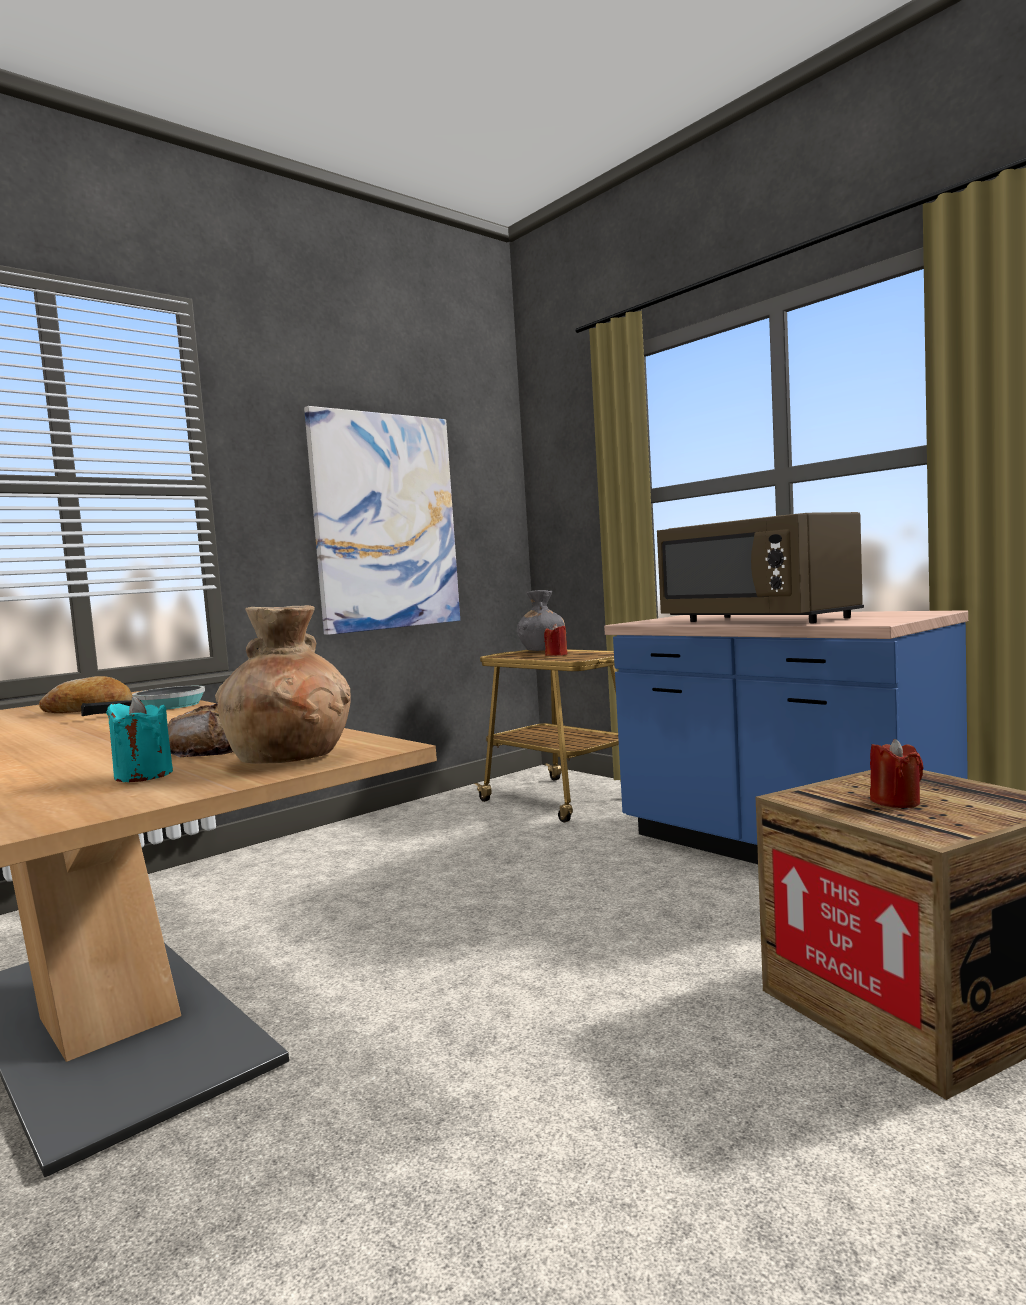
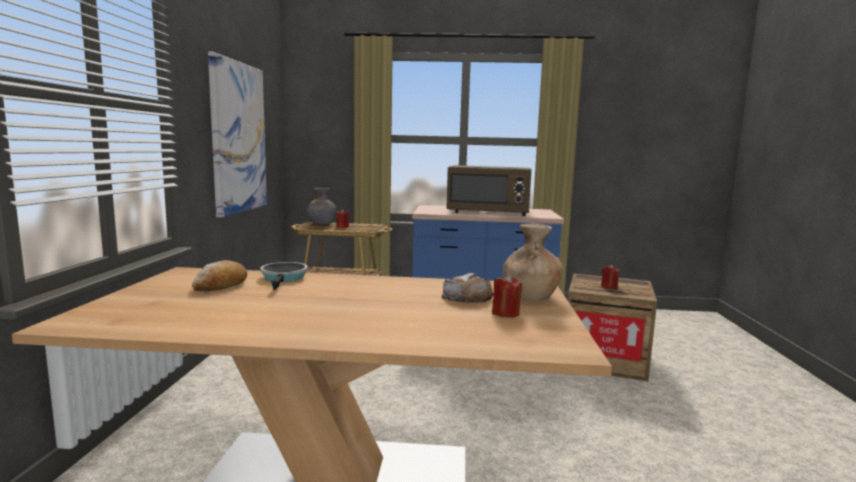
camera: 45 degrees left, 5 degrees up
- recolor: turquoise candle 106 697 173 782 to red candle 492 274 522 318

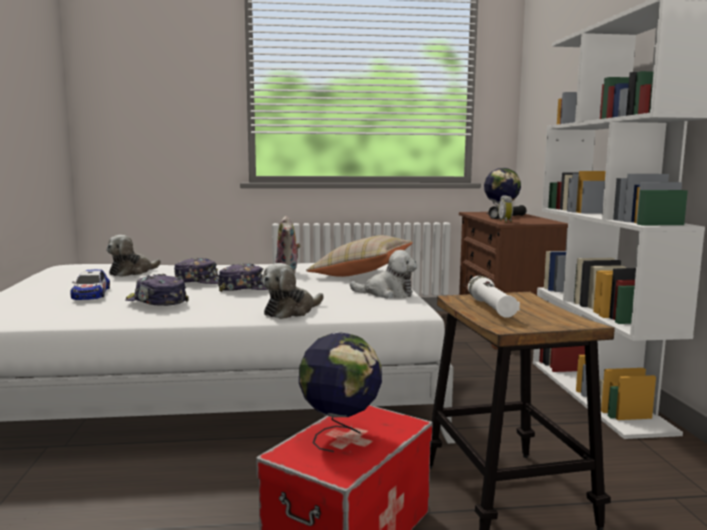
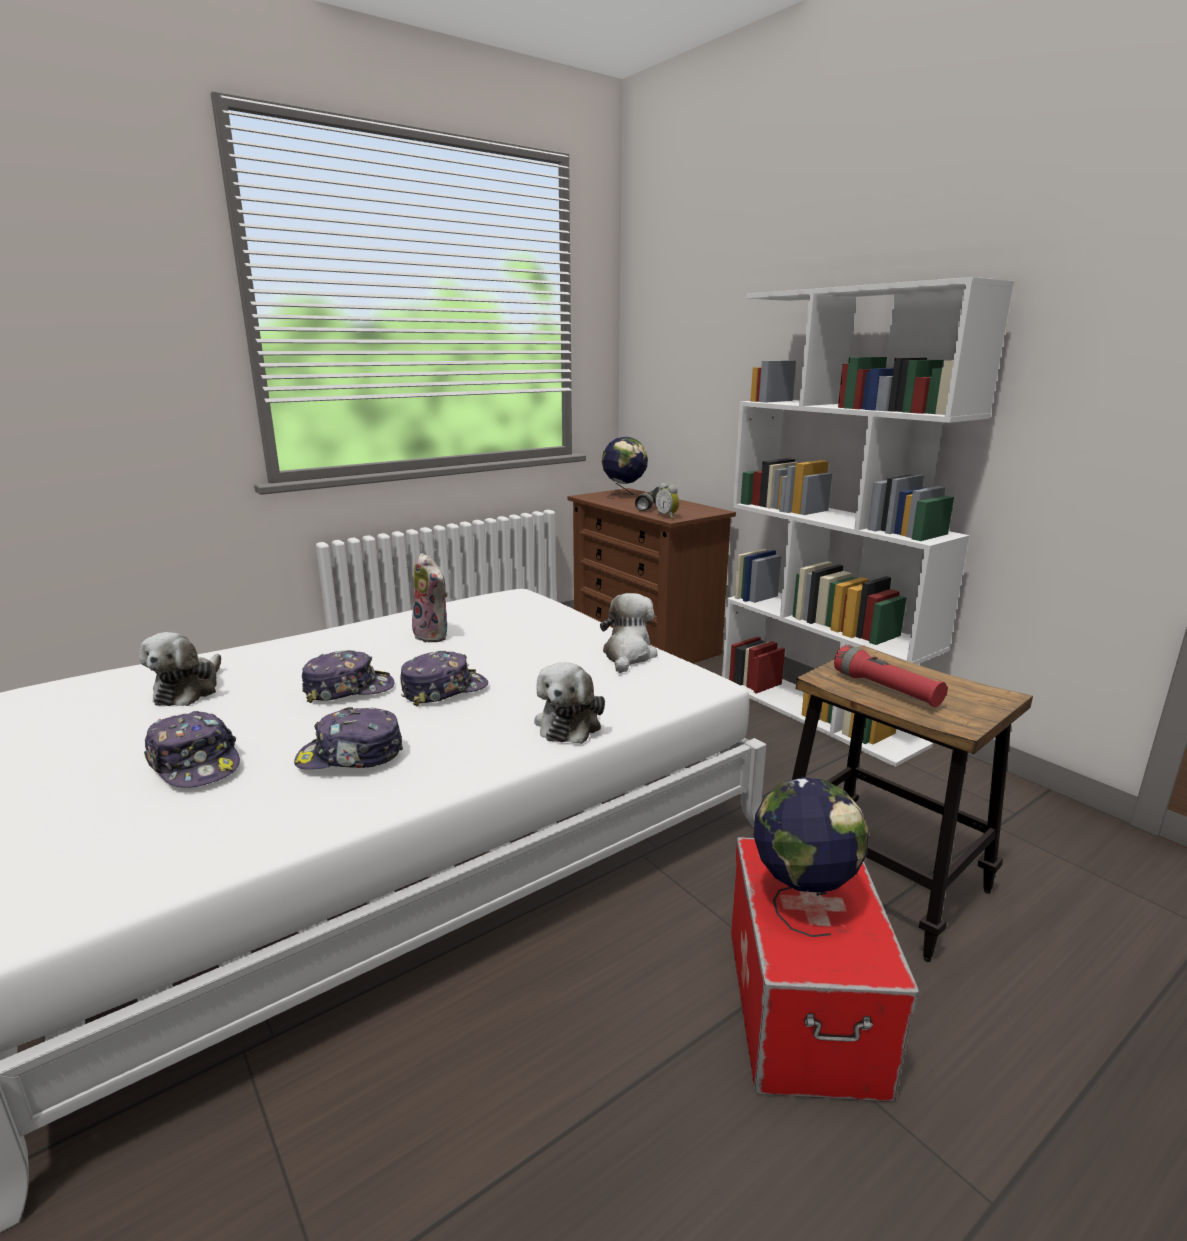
camera: 30 degrees left, 10 degrees up
- replace: toy car 70 269 110 300 to cap 144 711 240 788
- delete: beige pillow 306 235 413 277
- rotate: plush toy 350 250 417 299 = 600 593 657 673 60 degrees counterclockwise
- recolor: white flashlight 468 276 520 318 to red flashlight 834 645 948 707

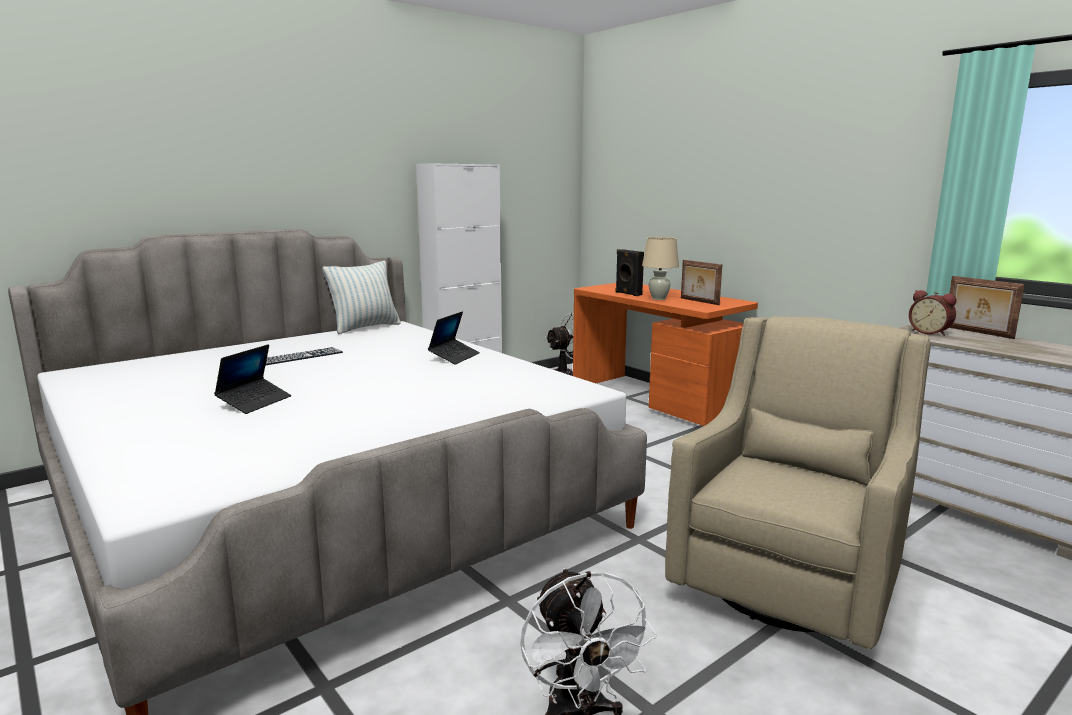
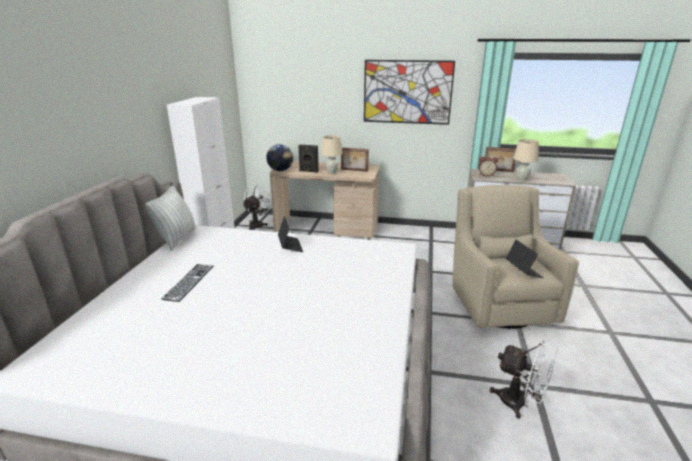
camera: 40 degrees left, 10 degrees up
- move: laptop 214 344 291 414 to 506 240 543 278
- recolor: orange desk 573 283 758 426 to beige desk 269 161 380 238
- insert: globe 266 144 293 171
- insert: picture 364 60 455 125
- insert: beige table lamp 513 139 539 181

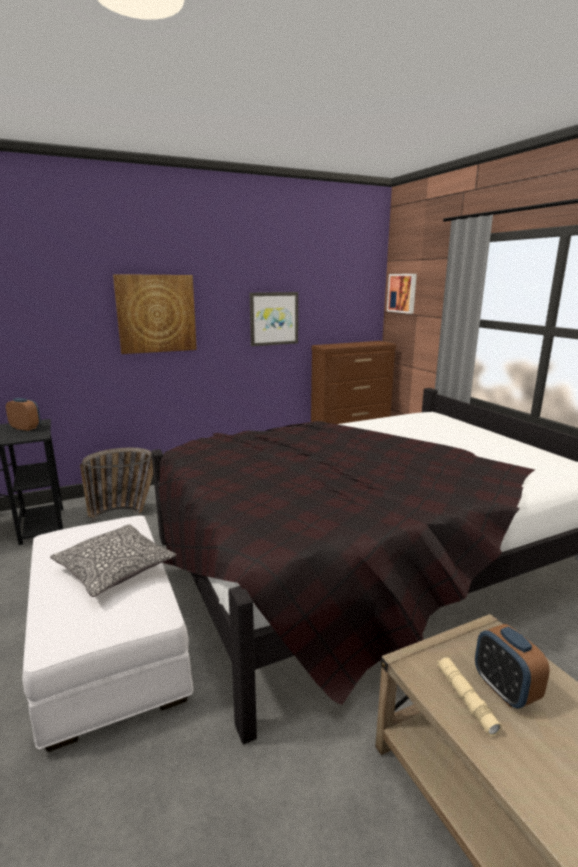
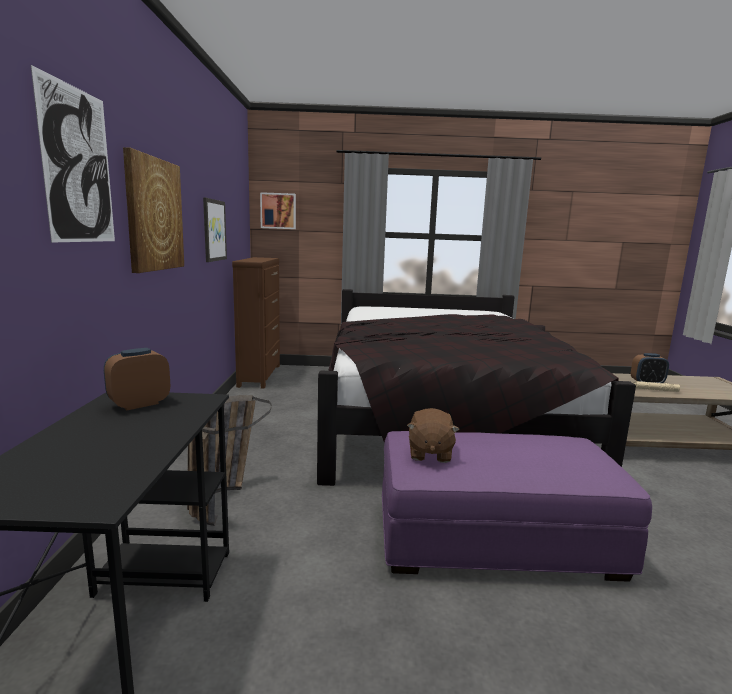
camera: 65 degrees left, 5 degrees down
- recolor: white ottoman 22 515 193 752 to purple ottoman 382 431 652 582
- delete: pillow 50 524 176 597
- insert: picture 31 65 115 243
- insert: brown plush toy 407 408 460 463

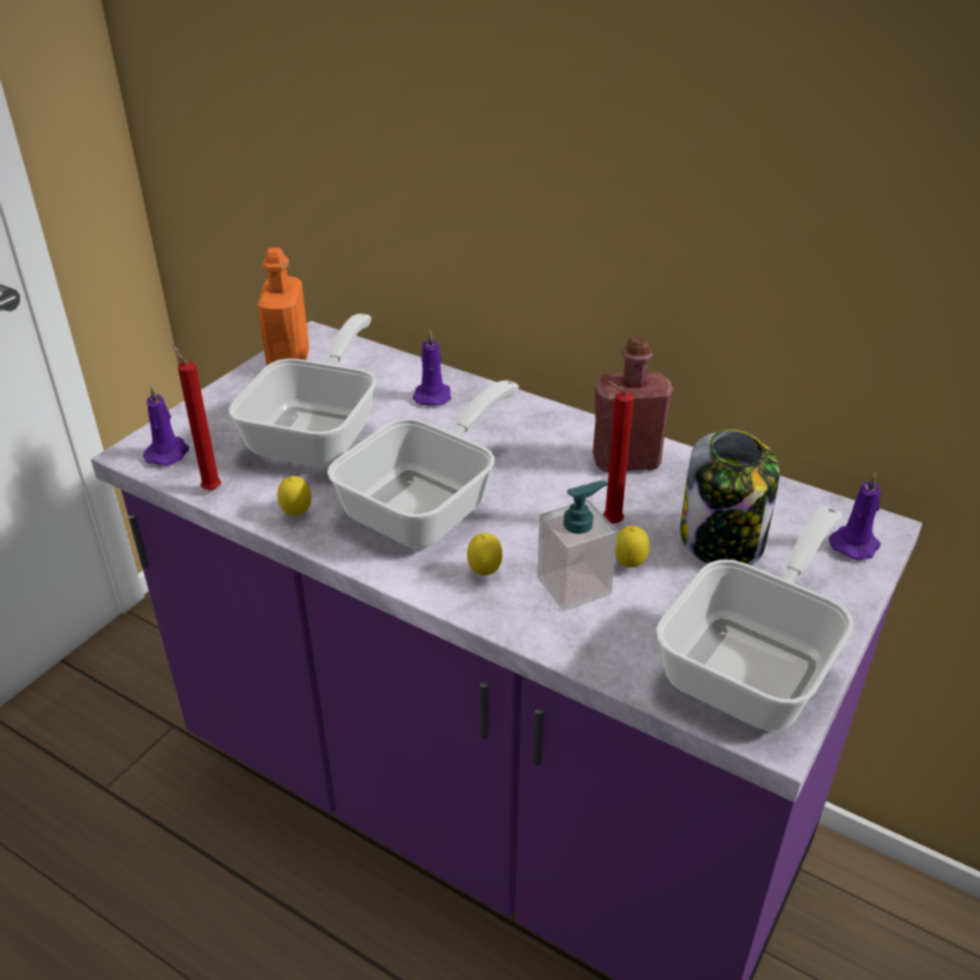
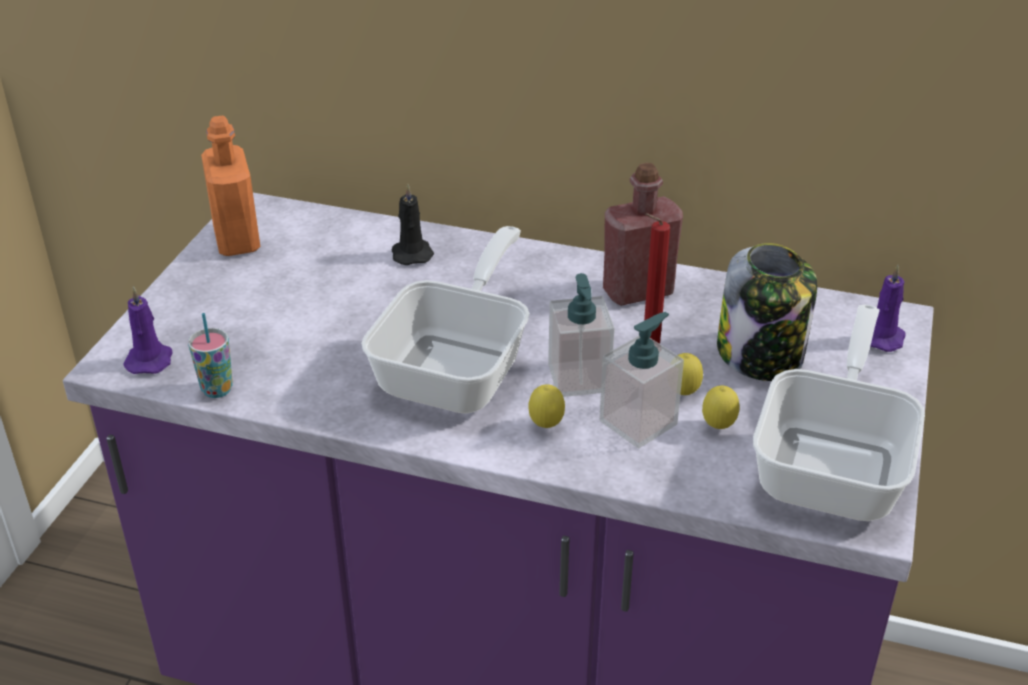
camera: 15 degrees left, 0 degrees up
- replace: red candle 172 344 221 491 to cup 188 313 233 398
- delete: frying pan 229 314 377 467
- move: lemon 277 476 311 516 to 702 385 740 429
- recolor: purple candle 413 330 451 405 to black candle 392 184 434 265
- insert: soap dispenser 548 273 615 397

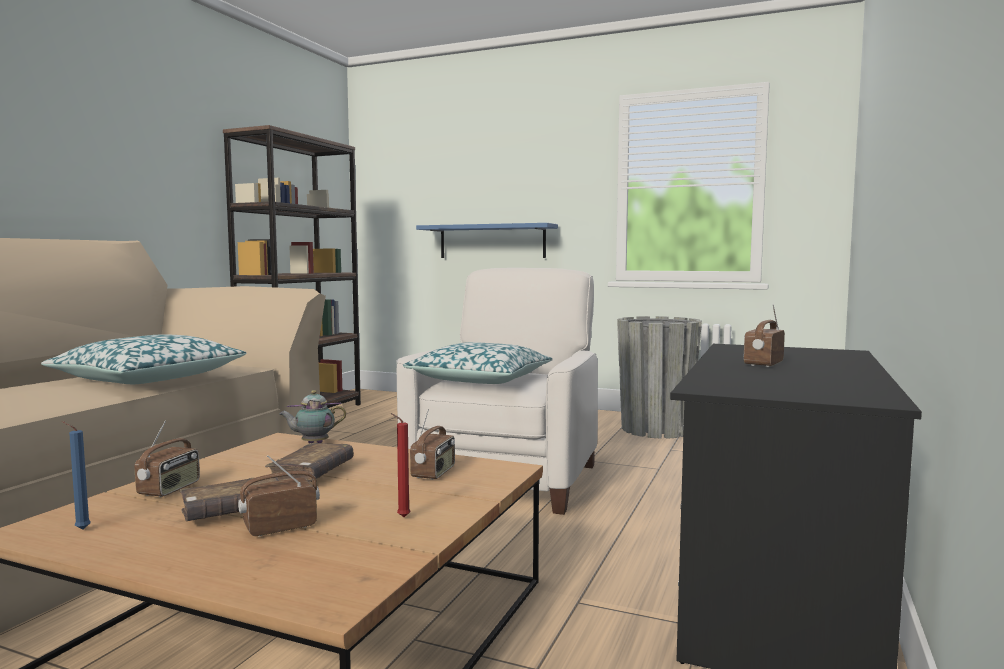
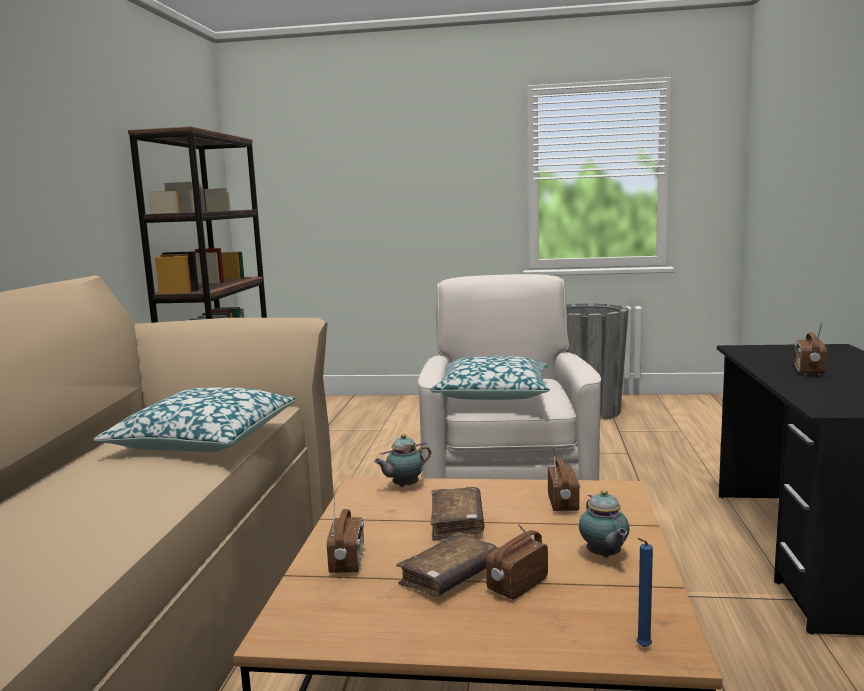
camera: 15 degrees left, 5 degrees up
- move: blue candle 62 421 91 529 to 636 538 653 647
- replace: red candle 391 413 410 517 to teapot 579 490 629 558
- delete: blue shelf 416 223 558 258

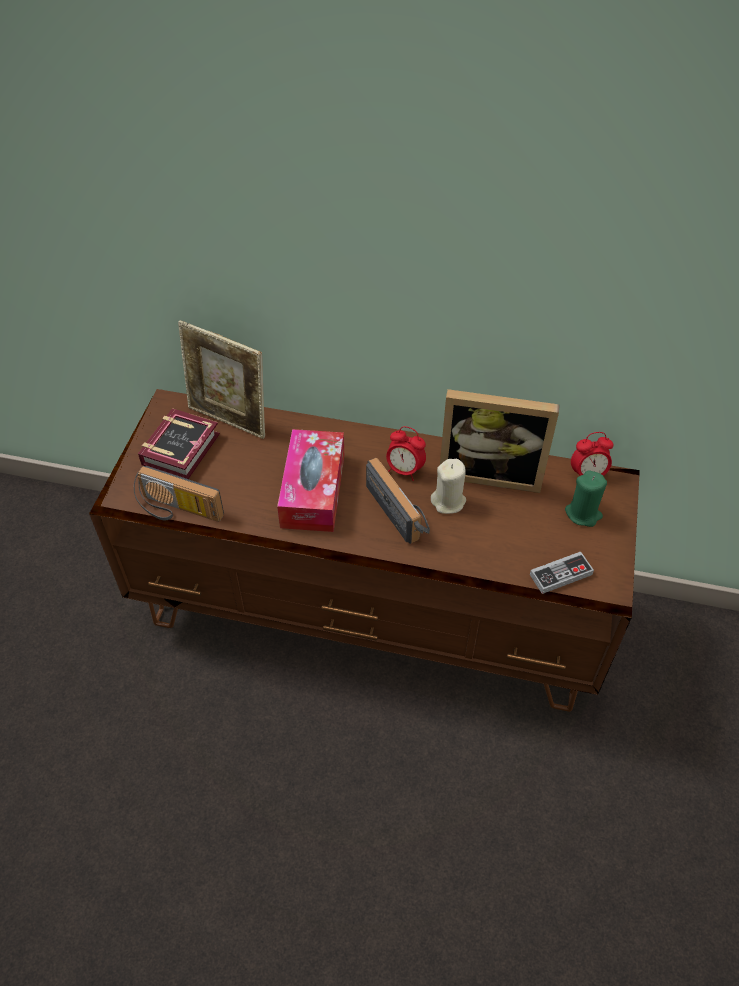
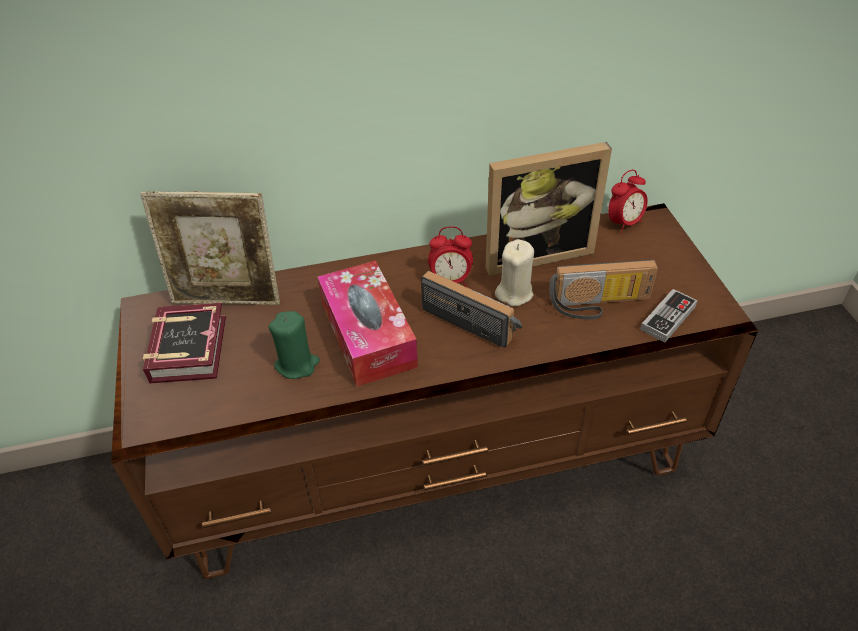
camera: 25 degrees left, 5 degrees down
- move: radio 134 466 224 522 to 549 260 658 320
- move: green candle 565 470 607 527 to 268 311 320 379

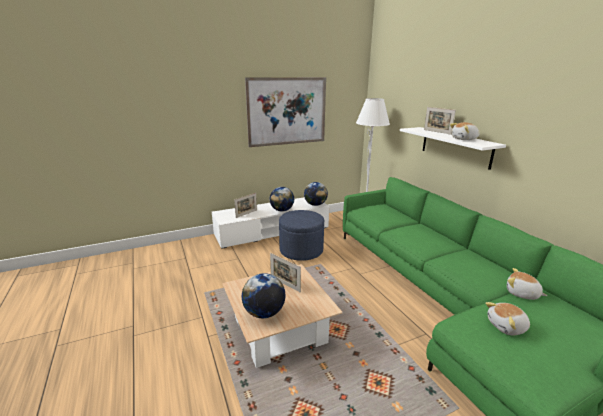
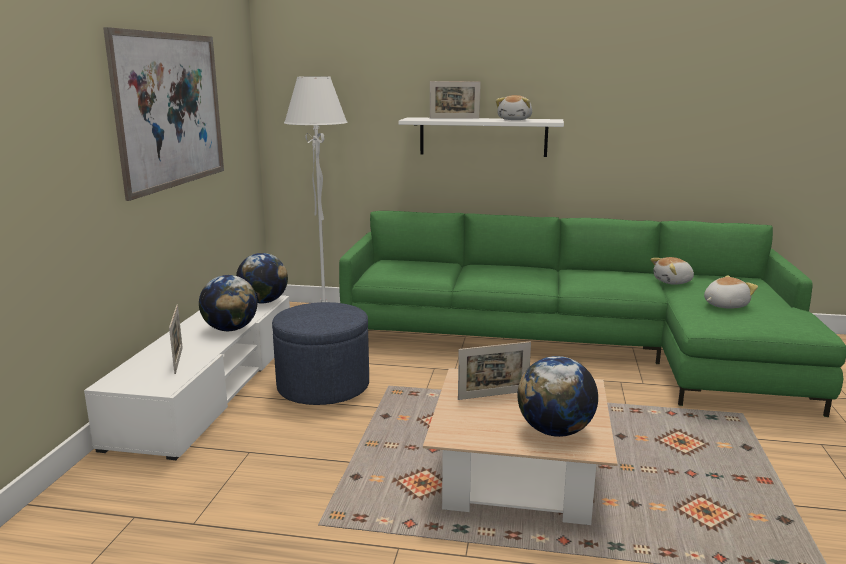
camera: 55 degrees left, 5 degrees down
- rotate: plush toy 485 302 530 335 = 704 275 758 309 135 degrees counterclockwise

